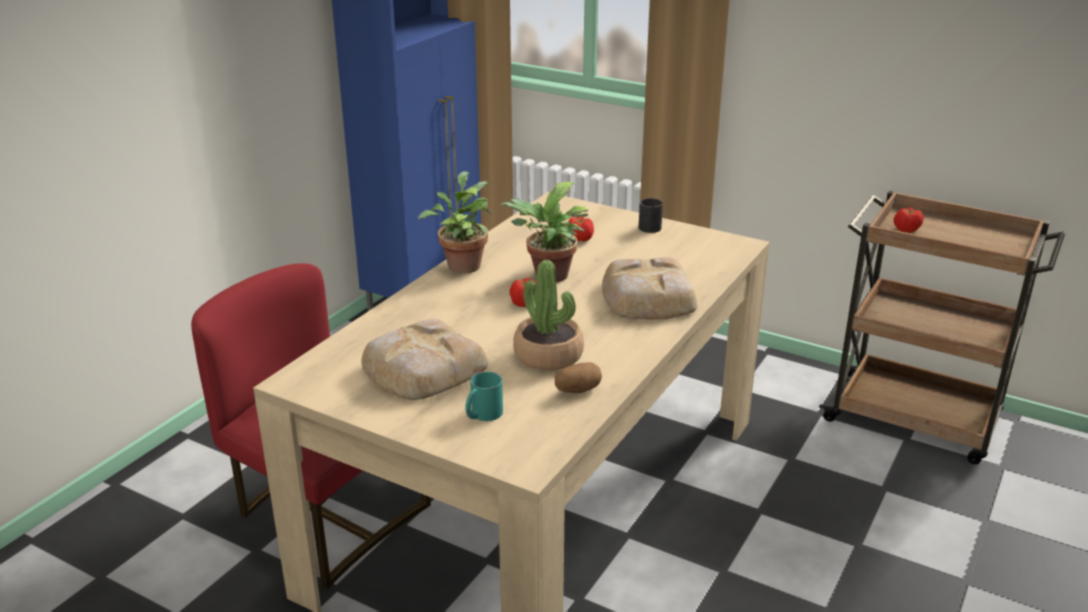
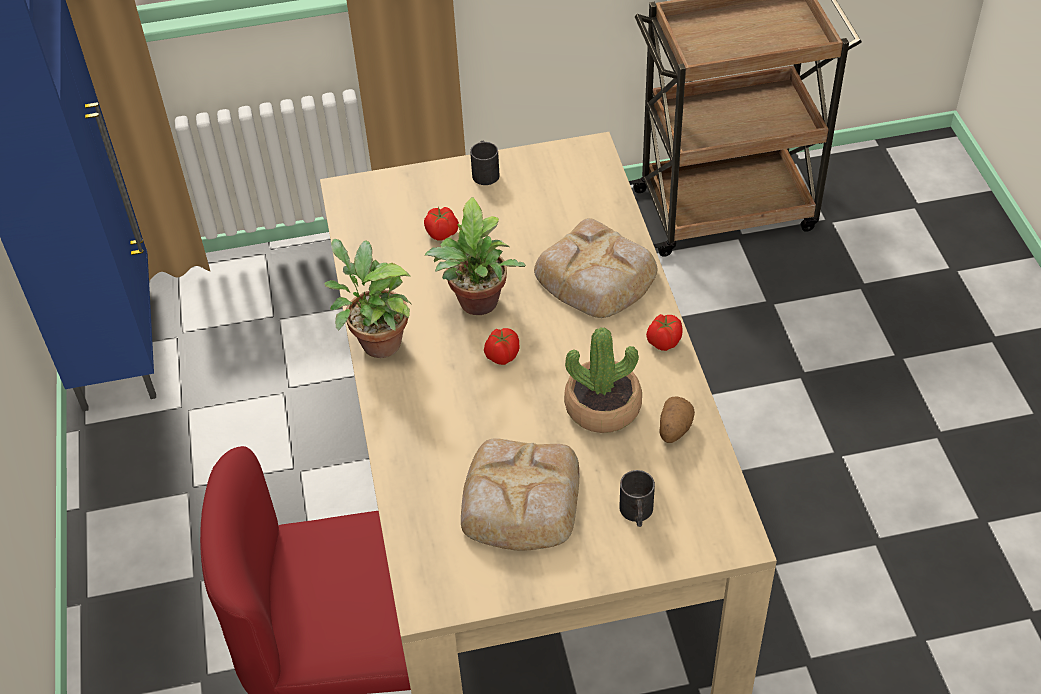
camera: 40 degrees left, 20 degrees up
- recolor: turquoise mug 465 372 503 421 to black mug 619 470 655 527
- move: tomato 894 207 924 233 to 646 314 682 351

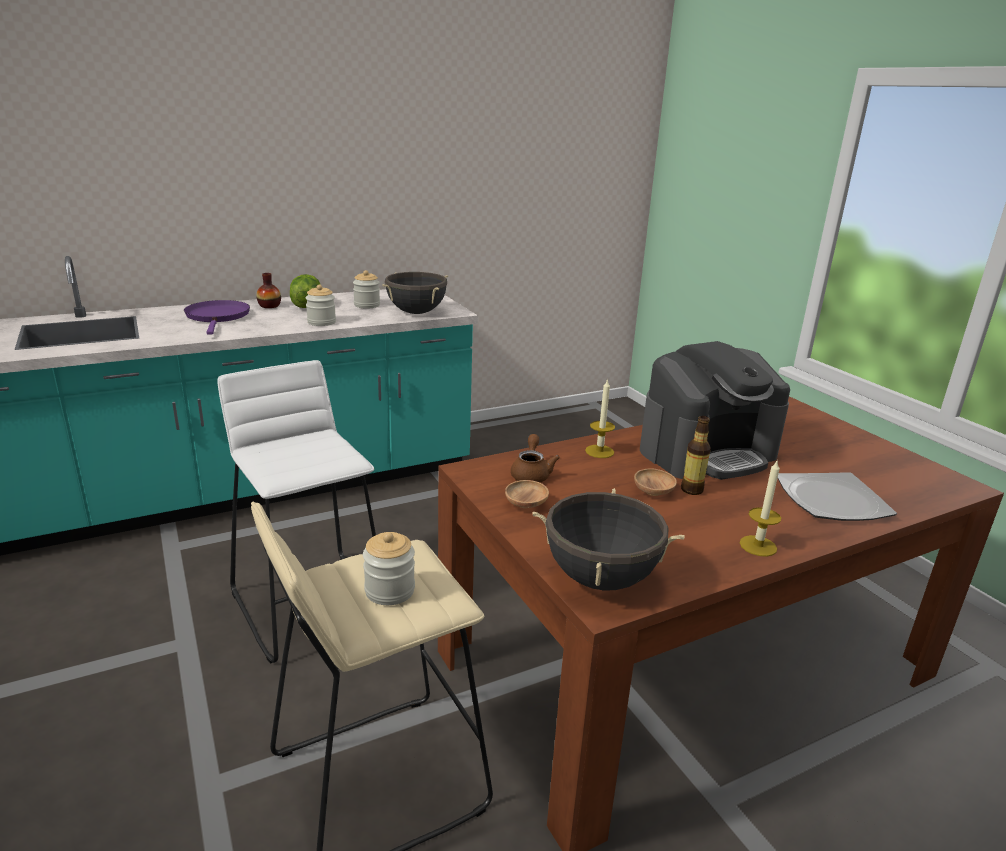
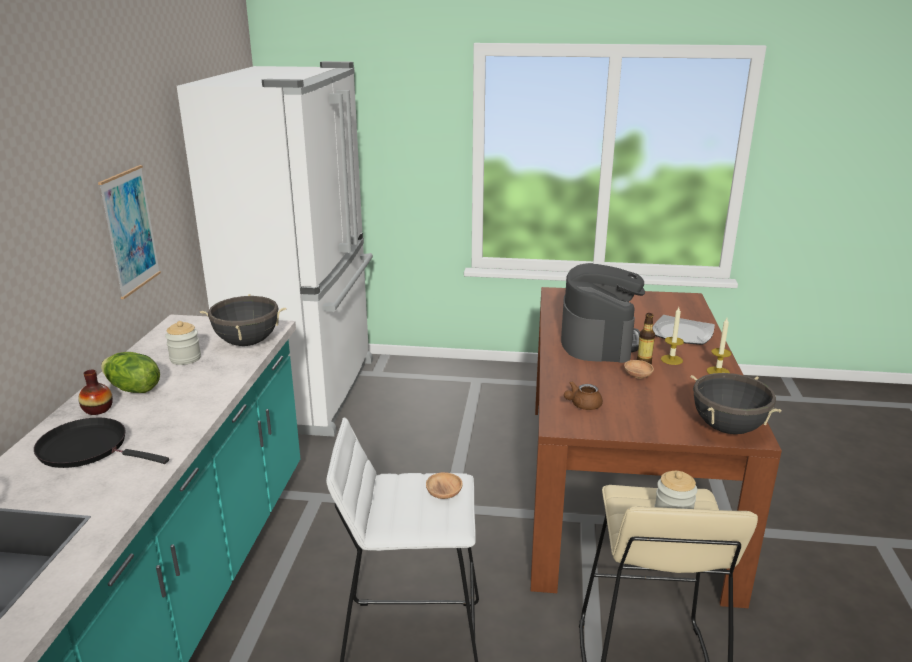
camera: 55 degrees left, 0 degrees up
- recolor: purple frying pan 184 300 250 335 to black frying pan 34 418 169 468
- delete: jar 306 285 336 326
- move: brown bowl 505 480 549 508 to 426 472 463 499
- rotate: brown teapot 511 434 560 482 = 564 381 603 410 75 degrees counterclockwise
- move: candle 585 378 615 458 to 661 307 684 365
- insert: picture 98 165 161 299
- insert: white fridge 177 61 373 437

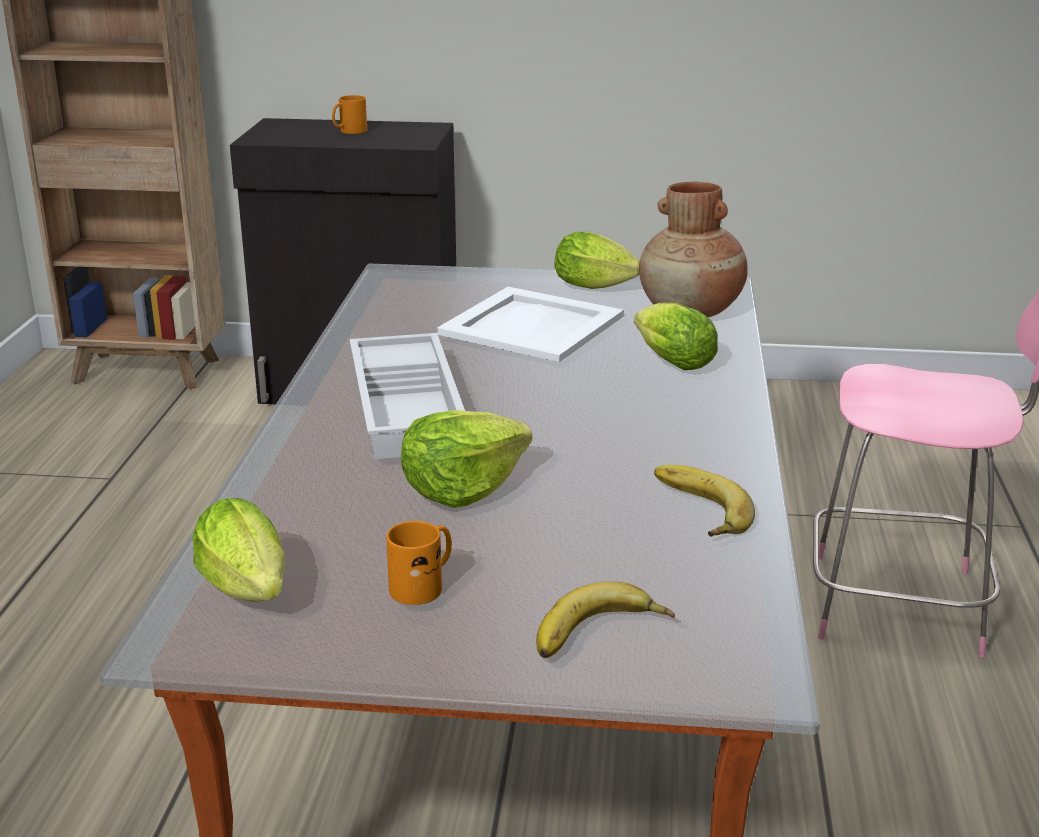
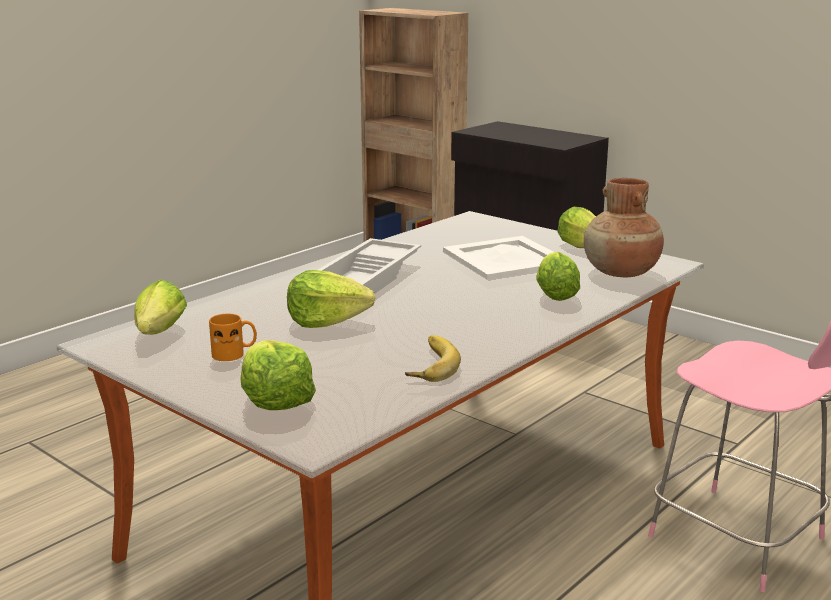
camera: 35 degrees right, 5 degrees down
- delete: orange mug 332 95 367 134
- replace: banana 536 582 675 658 to lettuce 241 340 316 410

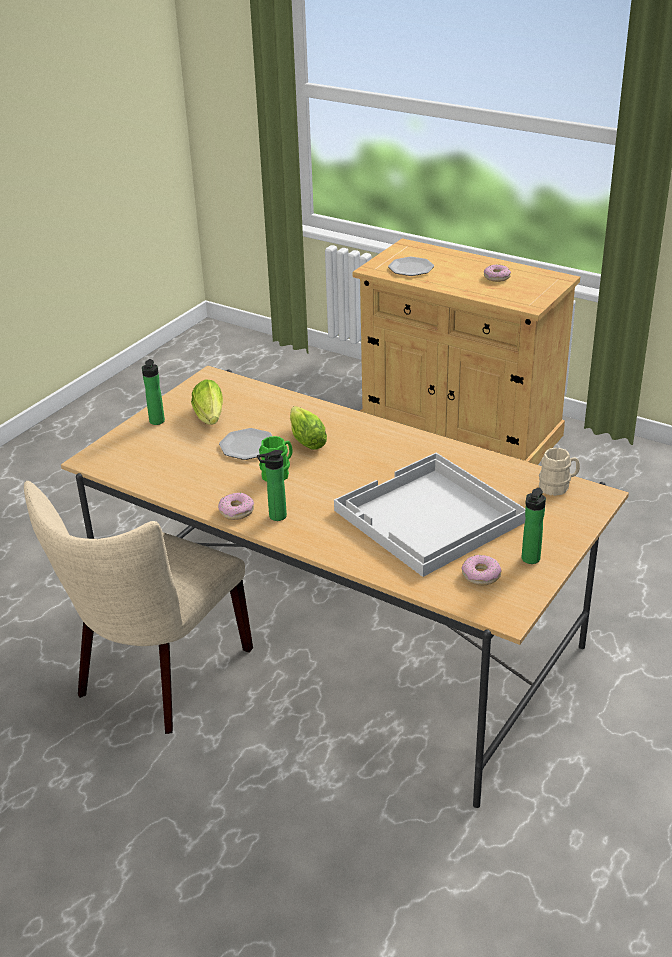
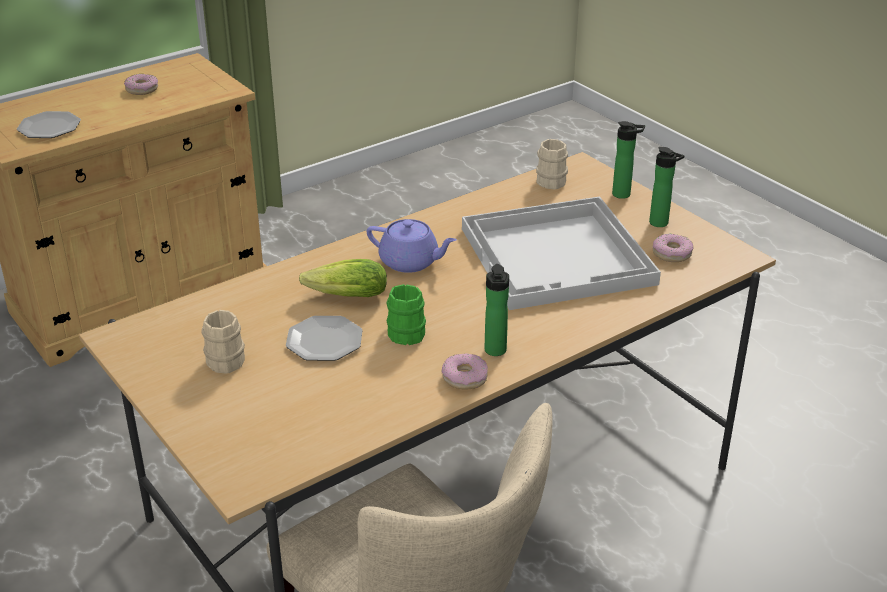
camera: 70 degrees left, 0 degrees up
- move: bottle 142 359 165 425 to 612 121 645 199
- replace: lettuce 191 379 223 425 to beige mug 201 310 245 374
- insert: purple teapot 367 219 457 273

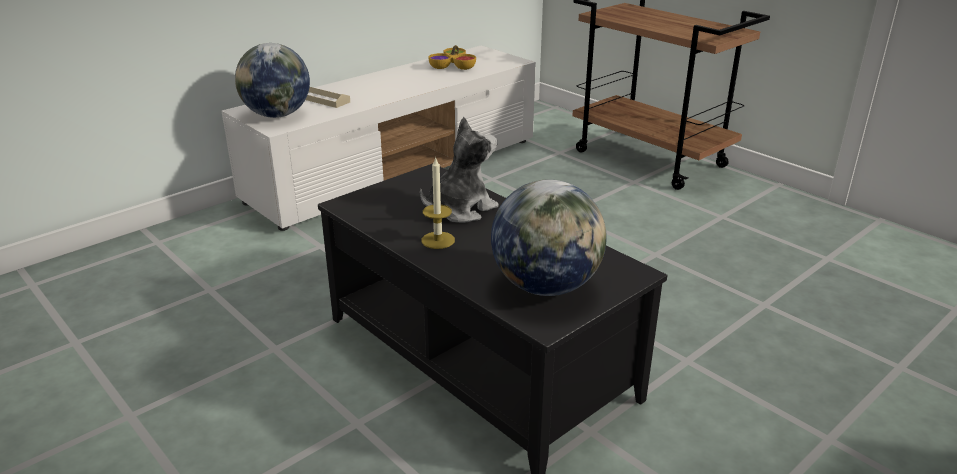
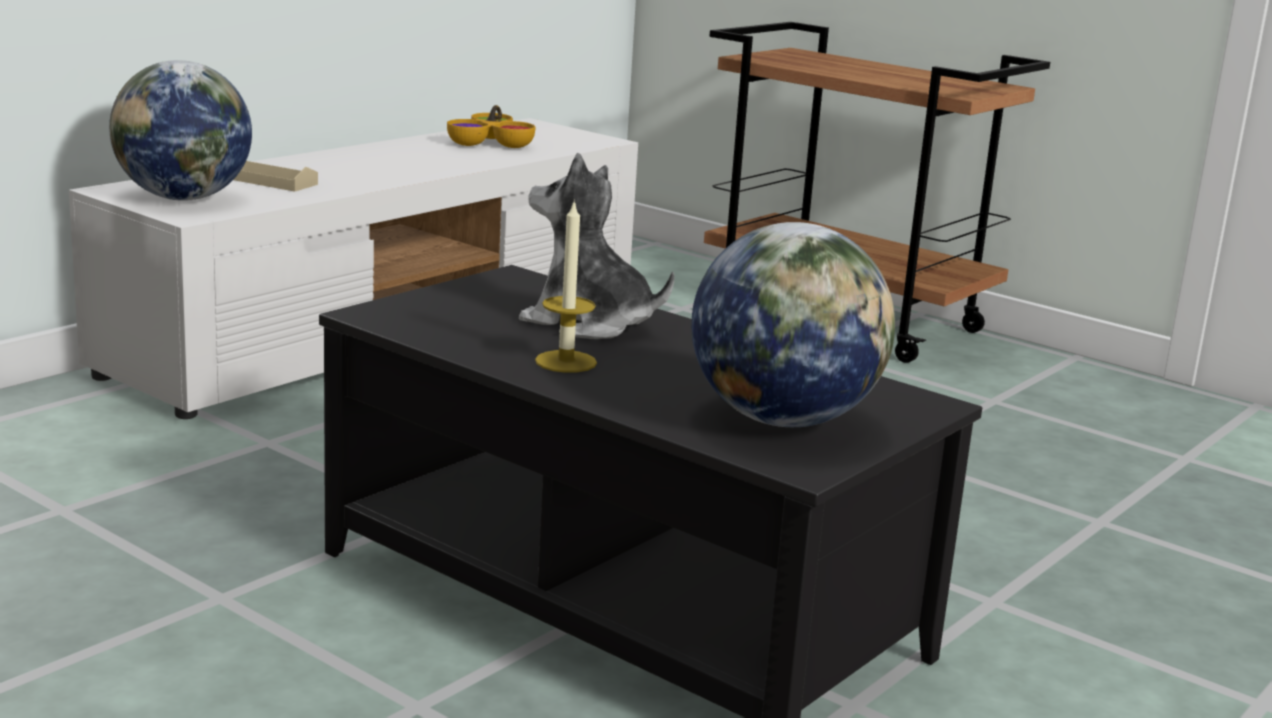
camera: 10 degrees left, 10 degrees down
- rotate: plush toy 420 117 499 223 = 519 153 675 339 105 degrees counterclockwise

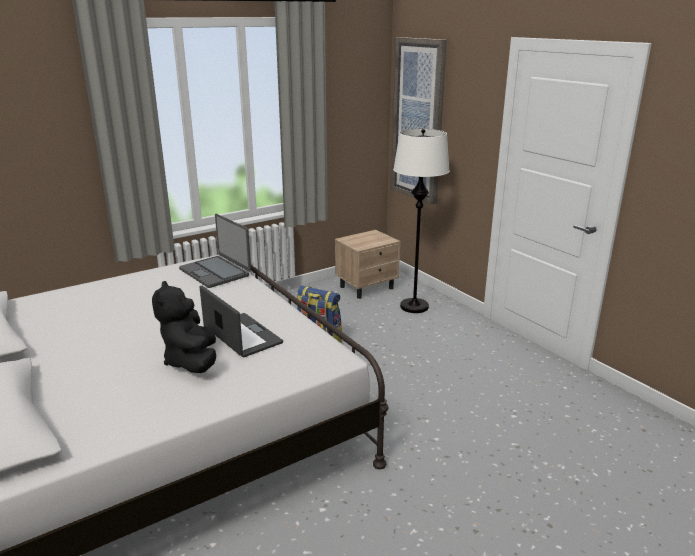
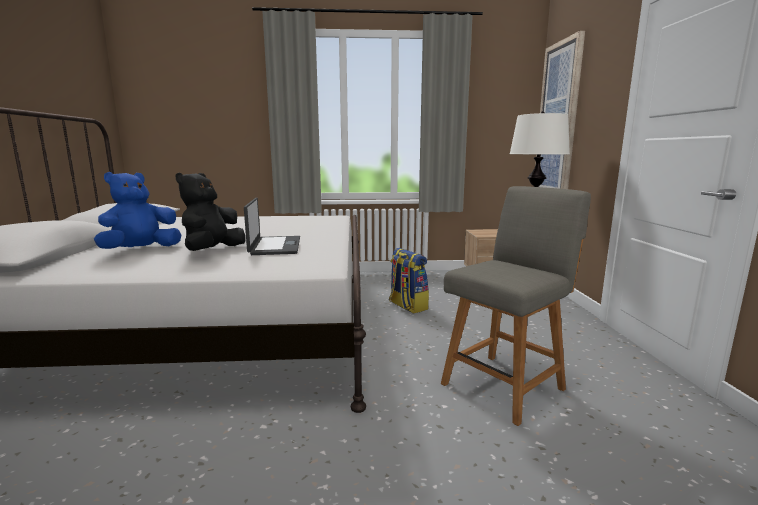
camera: 30 degrees right, 10 degrees down
- delete: laptop 179 214 251 288
- insert: blue plush toy 94 172 181 249
- insert: grey chair 441 186 591 426

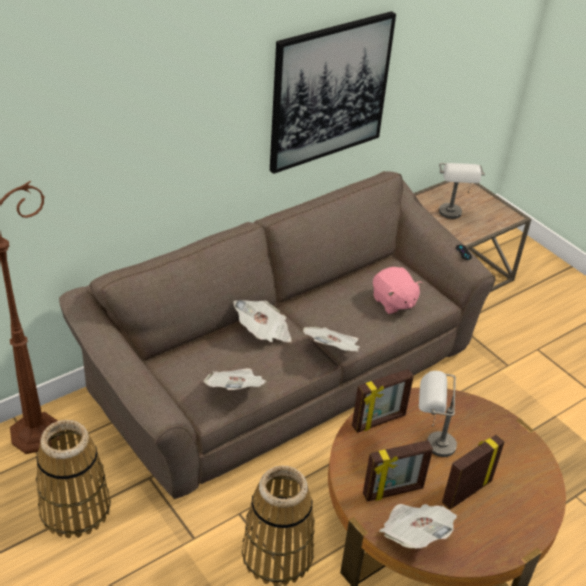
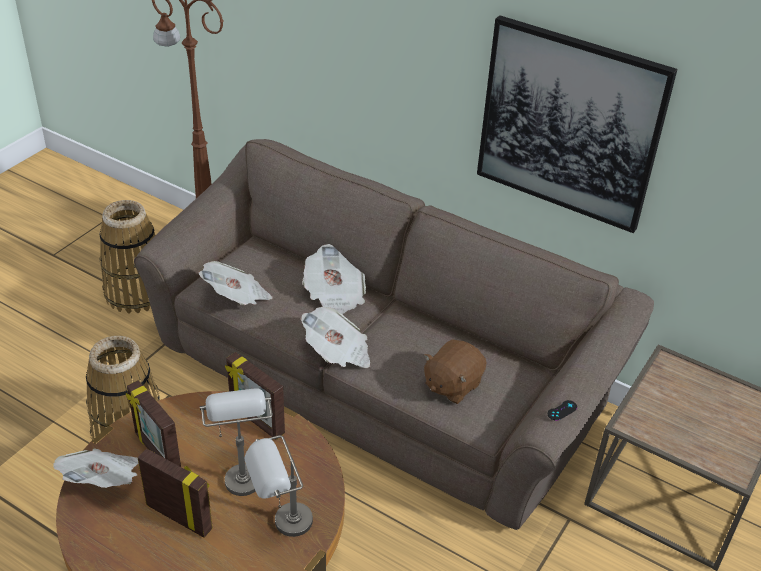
camera: 70 degrees right, 0 degrees up
- recolor: pink plush toy 373 267 423 314 to brown plush toy 424 339 486 404
- move: grey table lamp 439 163 485 219 to 244 435 313 537

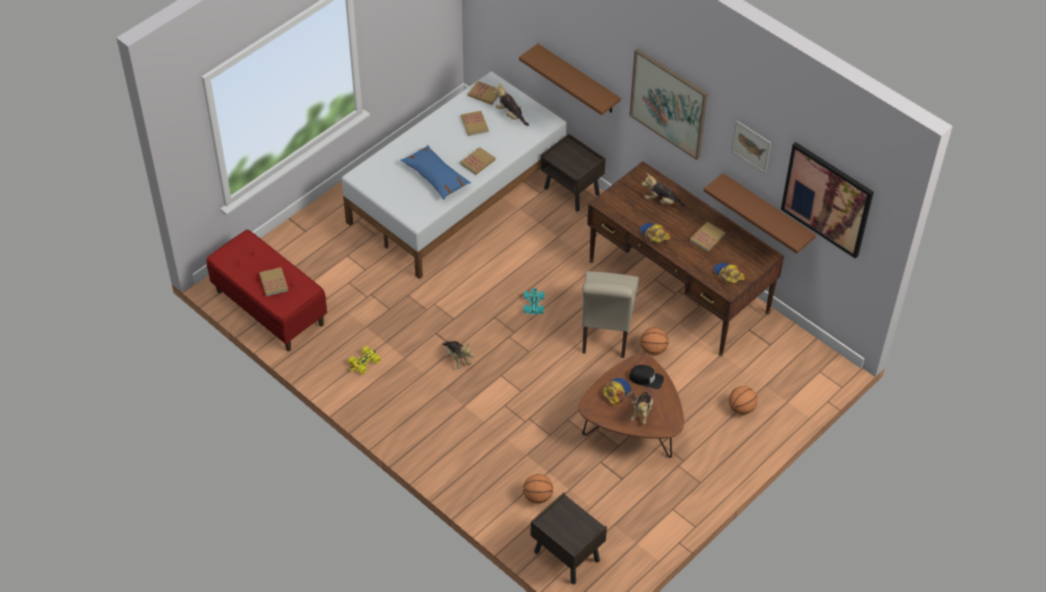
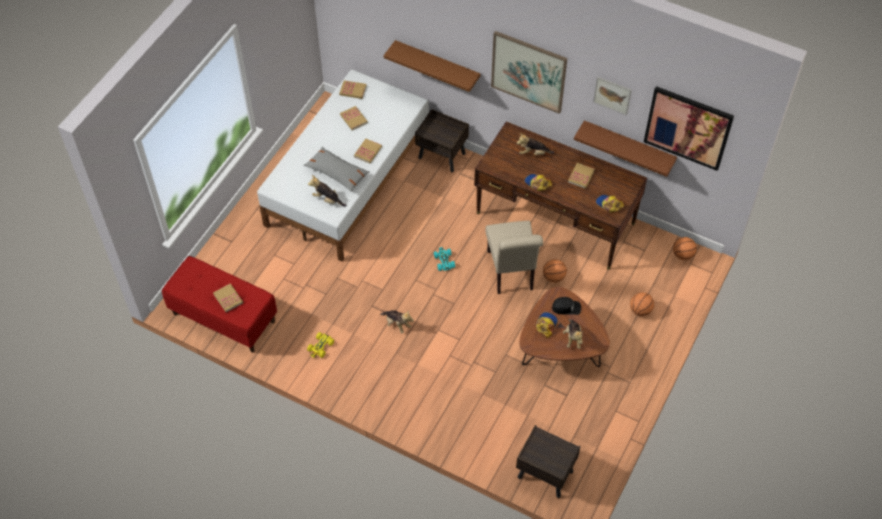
camera: 15 degrees left, 5 degrees up
- recolor: blue pillow 401 145 471 199 to grey pillow 304 147 369 192
- move: plush toy 493 83 529 126 to 308 175 347 207
- move: basketball 523 474 553 504 to 673 237 697 260

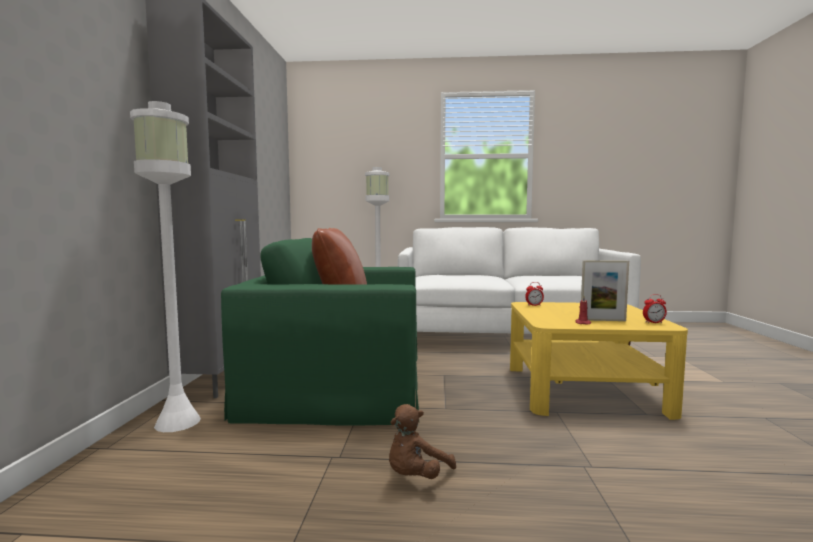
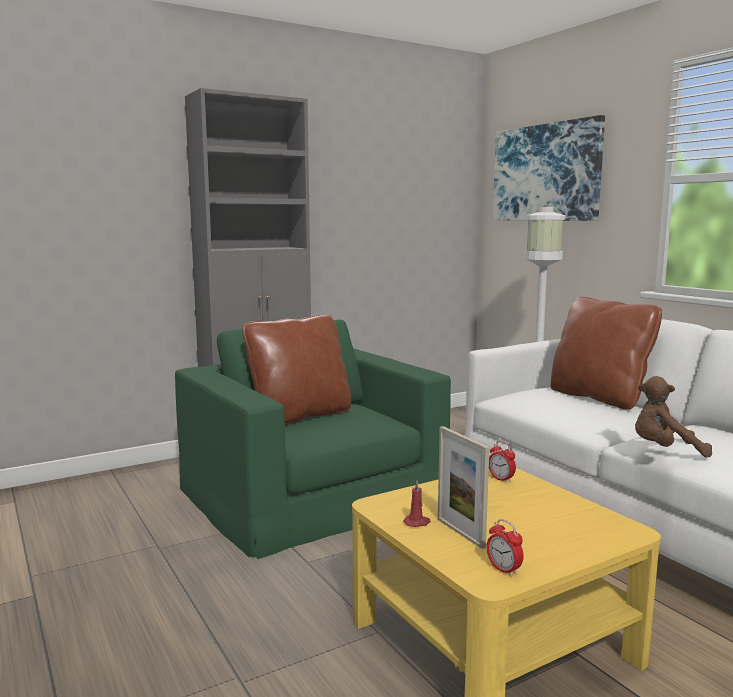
camera: 55 degrees right, 5 degrees up
- delete: white floor lamp 130 101 201 432
- move: brown plush toy 389 404 456 479 to 635 376 712 458
- insert: picture 493 115 605 221
- insert: brown pillow 550 297 662 410

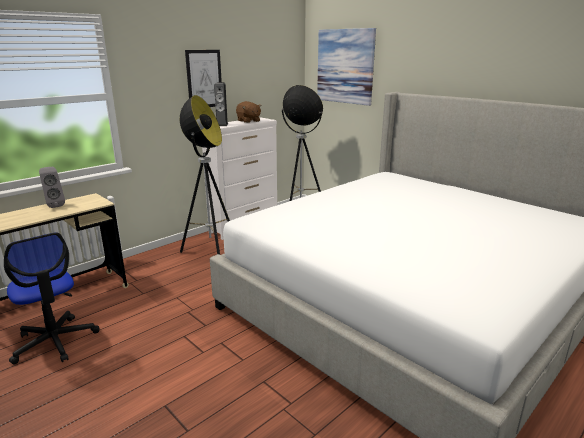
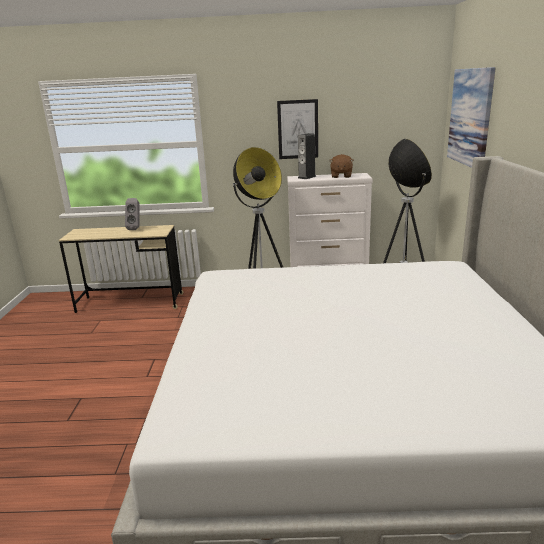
camera: 45 degrees right, 0 degrees up
- delete: office chair 4 232 99 364

